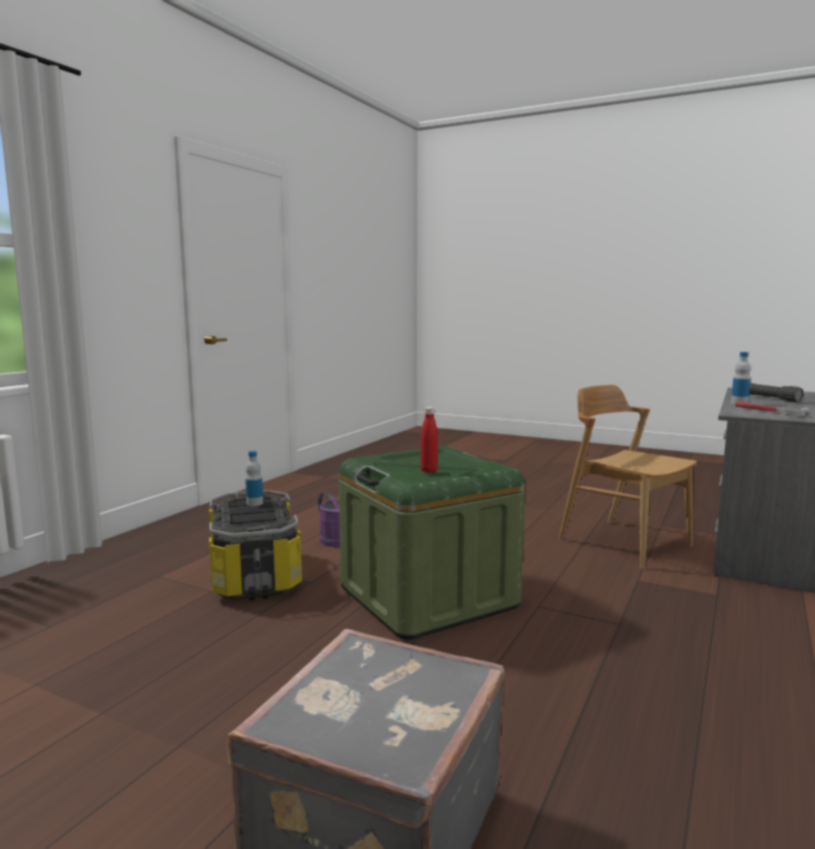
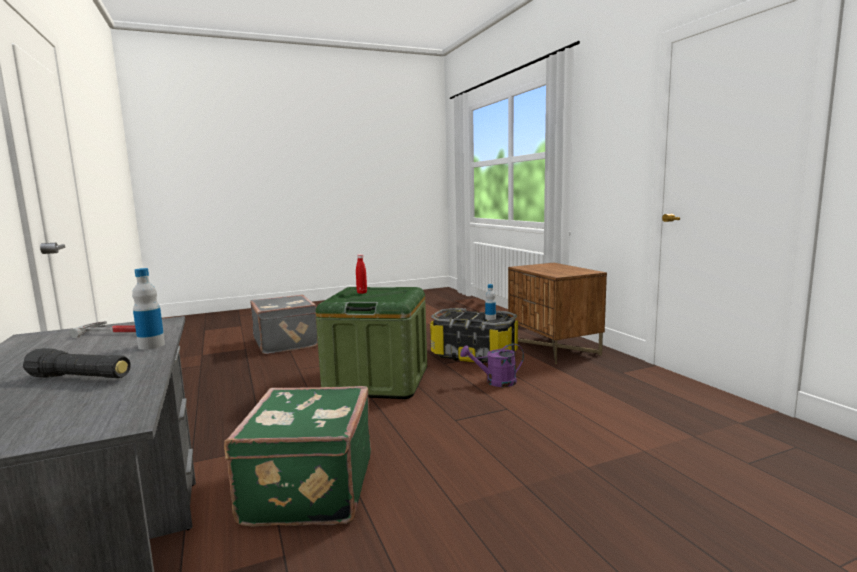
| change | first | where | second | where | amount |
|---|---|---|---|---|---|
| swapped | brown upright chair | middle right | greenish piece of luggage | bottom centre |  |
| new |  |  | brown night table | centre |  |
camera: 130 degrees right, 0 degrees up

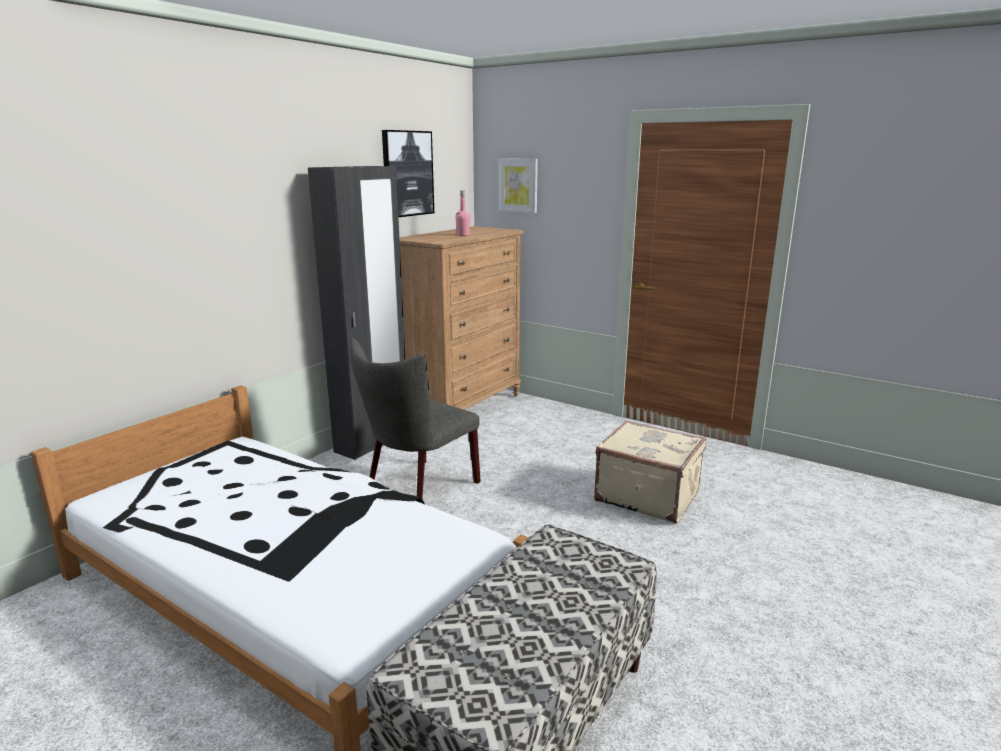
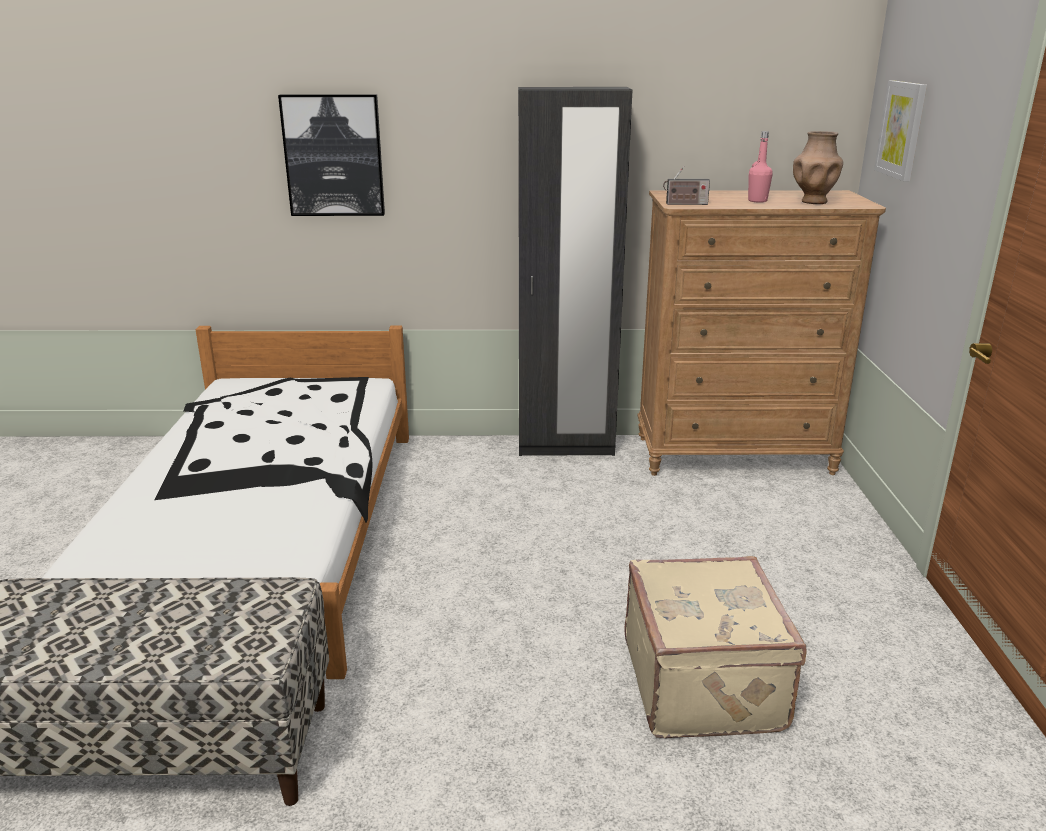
| change | first | where | second | where | amount |
|---|---|---|---|---|---|
| shifted | wall art (no. 1 from left) | top centre |  | top left |  |
| gone | gray upright chair | centre |  |  |  |
| new |  |  | brown decorative vase | top right |  |
| new |  |  | radio receiver | top centre |  |
camera: 55 degrees right, 5 degrees up

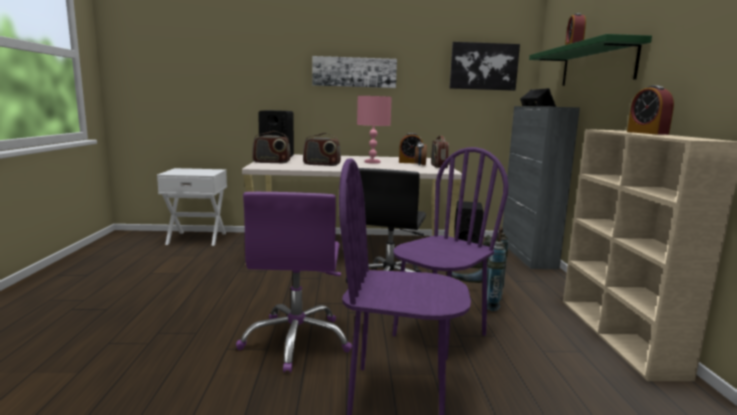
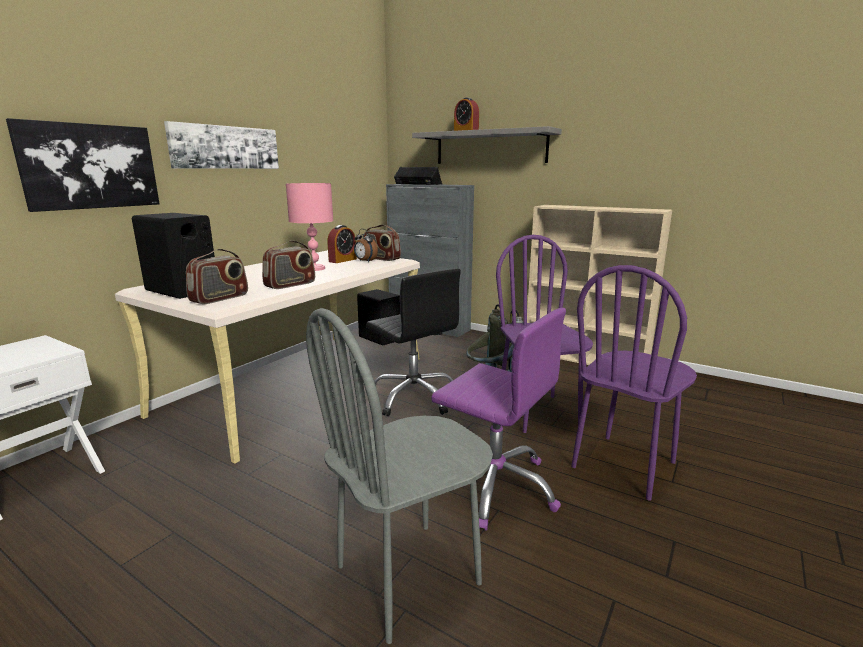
| change | first | where | second | where | amount |
|---|---|---|---|---|---|
| repainted | greenish wall shelf | top right | gray wall shelf | top centre |  |
| shifted | wall art (no. 2 from left in the first image) | top centre | wall art (no. 1 from left) | top left |  |
| gone | alarm clock (no. 4 from left) | top right |  |  |  |
| new |  |  | gray upright chair | bottom centre |  |
camera: 55 degrees left, 5 degrees up

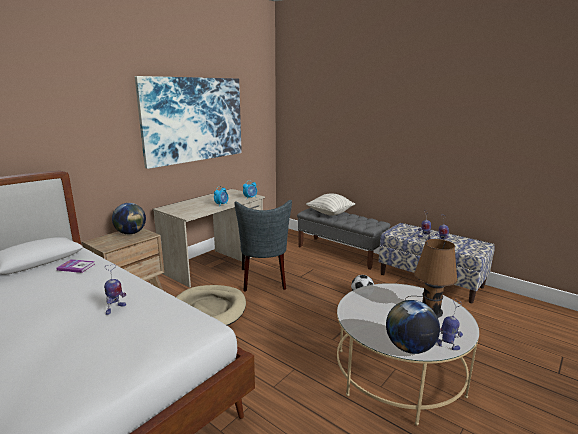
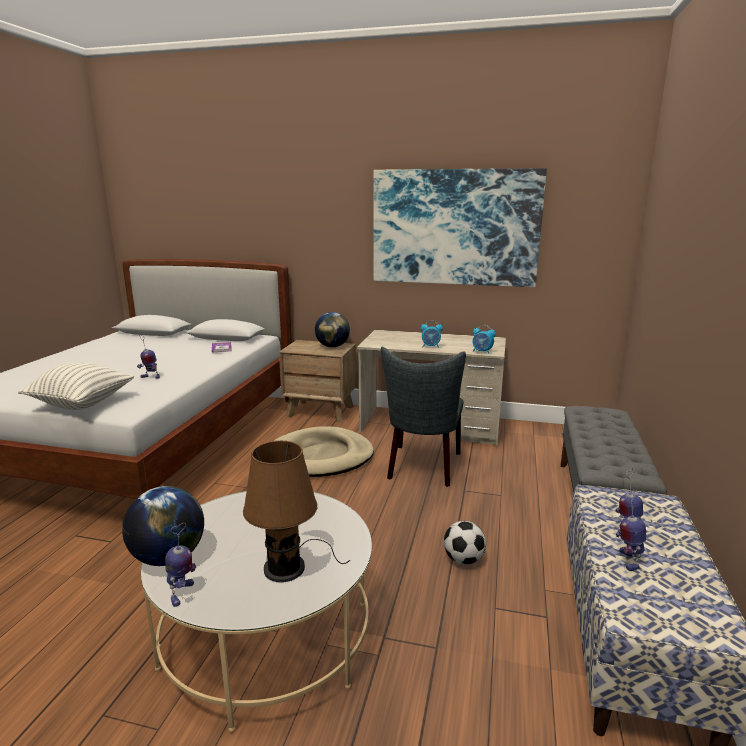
| change | first | where | second | where | amount |
|---|---|---|---|---|---|
| shifted | throw pillow | centre |  | middle left |  |
| rotated | gray upright chair | centre |  | centre | 45 degrees counterclockwise |
camera: 65 degrees right, 0 degrees up

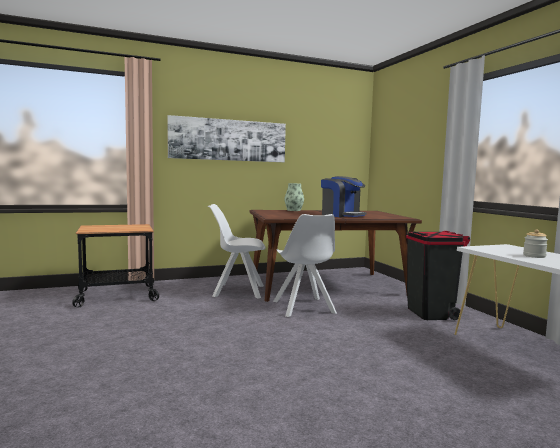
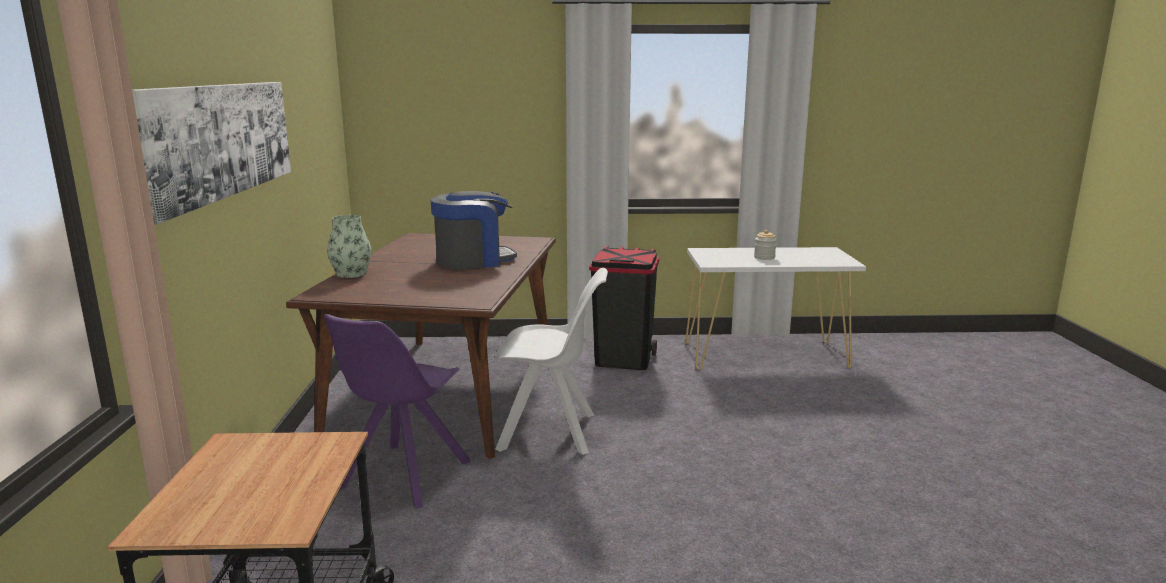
| change | first | where | second | where | amount |
|---|---|---|---|---|---|
| repainted | white upright chair (no. 1 from left) | centre | purplish upright chair | bottom centre |  |
camera: 70 degrees left, 10 degrees up

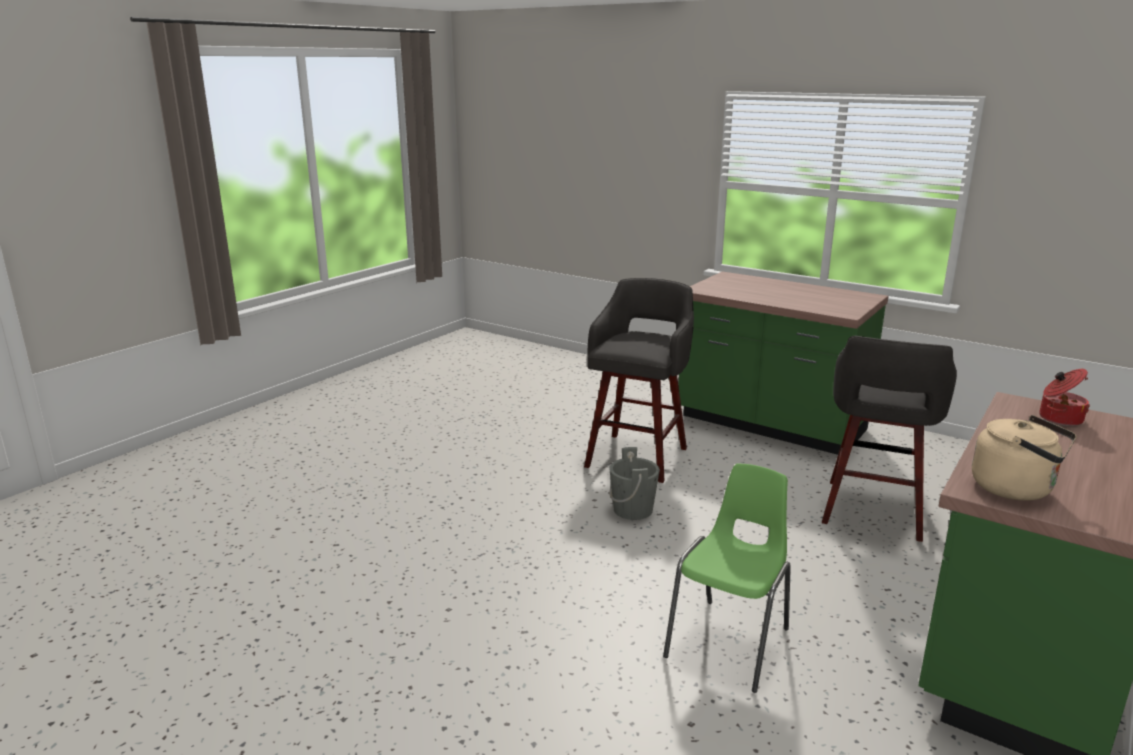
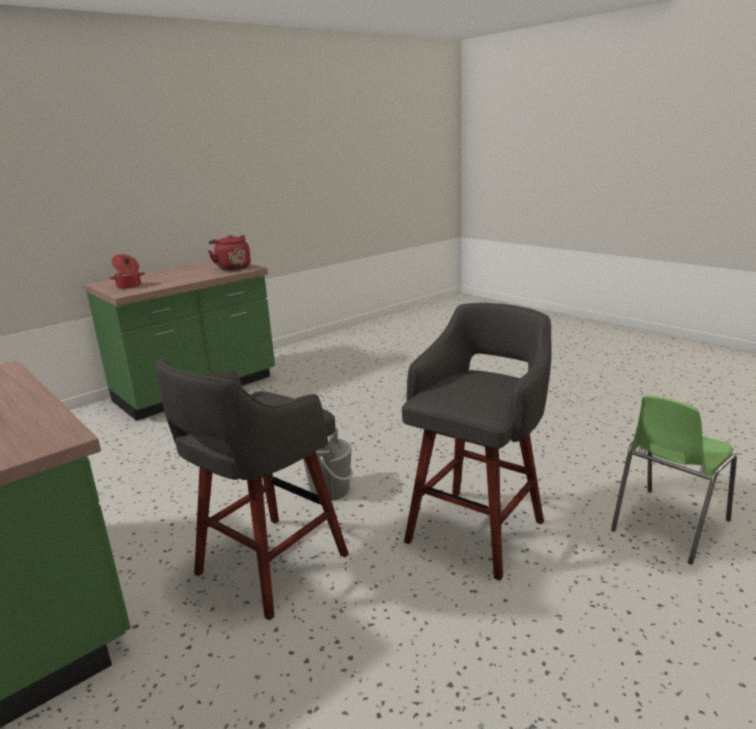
| change | first | where | second | where | amount |
|---|---|---|---|---|---|
| shifted | gray sitting stool (no. 2 from left) | middle right |  | centre |  |
| repainted | beige tea kettle | middle right | red-coloured tea kettle | middle left |  |
| shifted | greenish upright chair | bottom centre |  | middle right |  |
camera: 165 degrees left, 0 degrees up

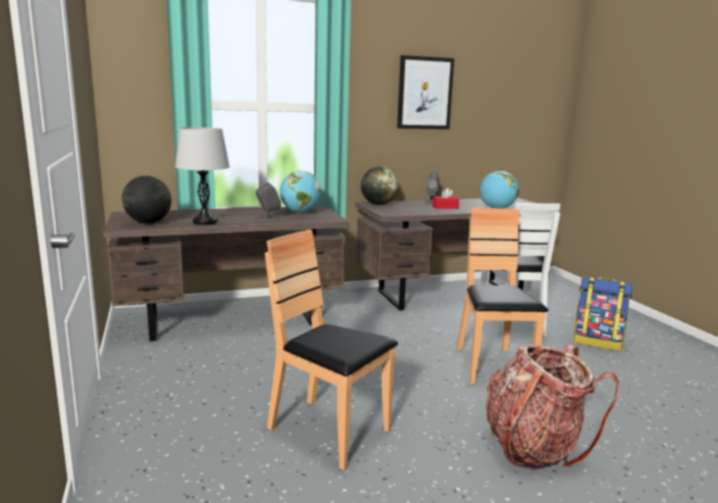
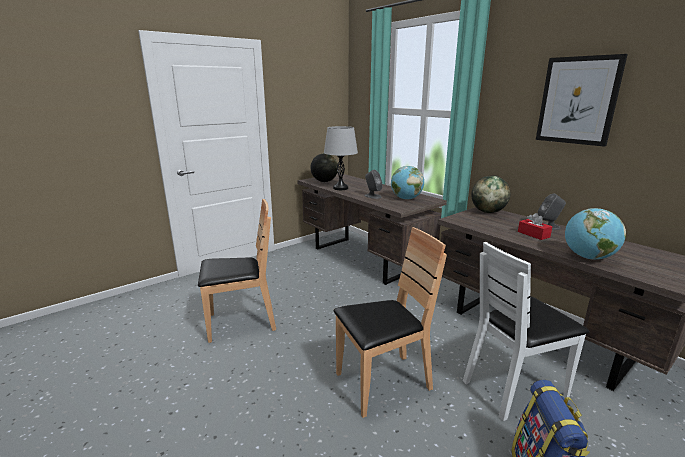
| change | first | where | second | where | amount |
|---|---|---|---|---|---|
| rotated | brown upright chair (no. 1 from left) | bottom centre |  | centre | 60 degrees clockwise |
| gone | rucksack (no. 1 from left) | bottom right |  |  |  |
camera: 70 degrees right, 5 degrees up

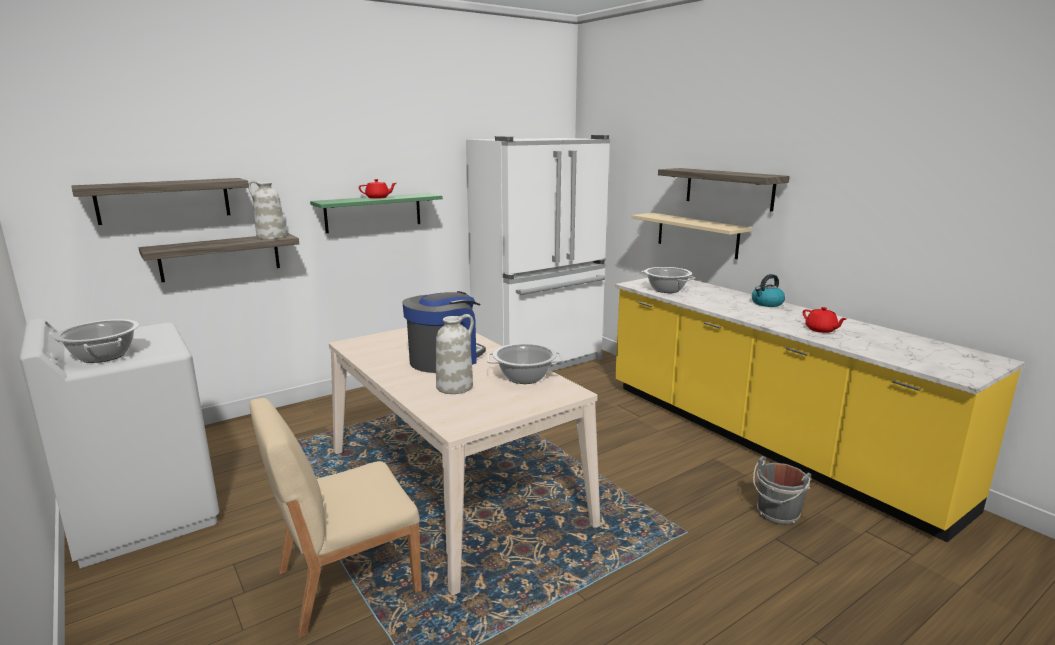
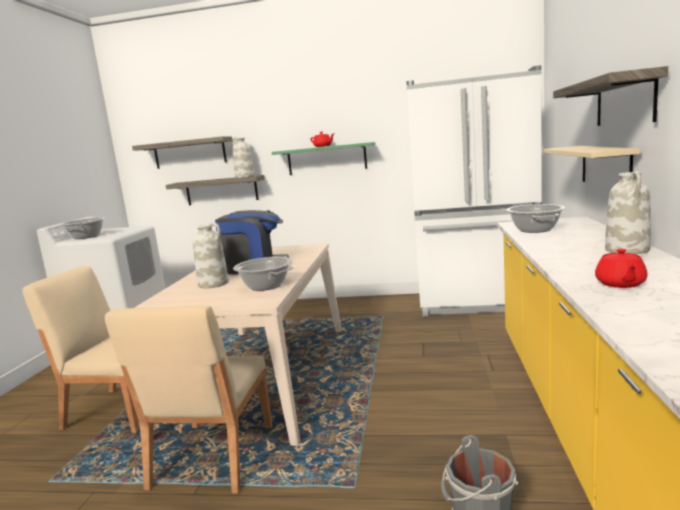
| change | first | where | second | where | amount |
|---|---|---|---|---|---|
| swapped | tea kettle | middle right | white decorative vase (no. 3 from left) | middle right |  |
| new |  |  | beige upright chair (no. 2 from left) | bottom left |  |
camera: 45 degrees right, 5 degrees down

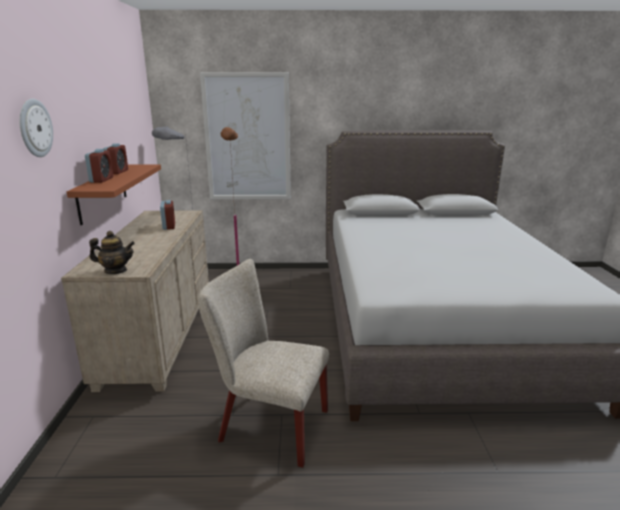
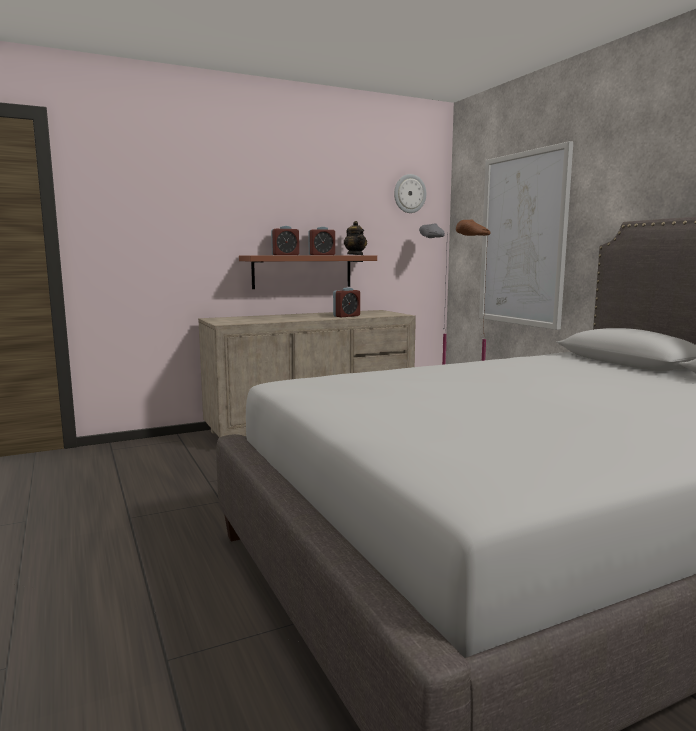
| change | first | where | second | where | amount |
|---|---|---|---|---|---|
| shifted | hanging clock | top left |  | top centre |  |
| shifted | tea pot | middle left |  | top centre |  |
| gone | beige upright chair | bottom centre |  |  |  |
camera: 65 degrees right, 10 degrees down

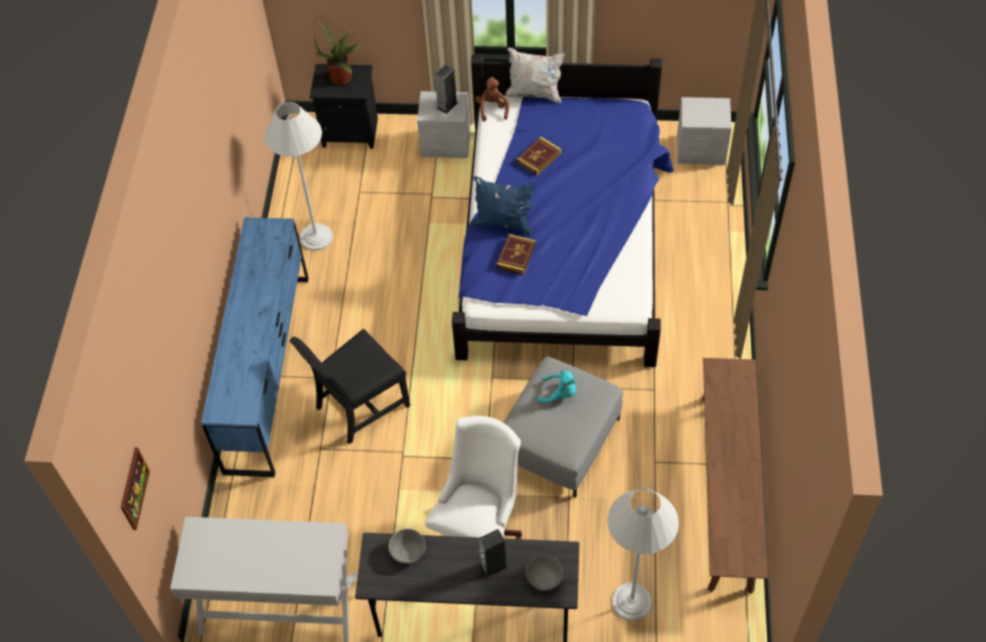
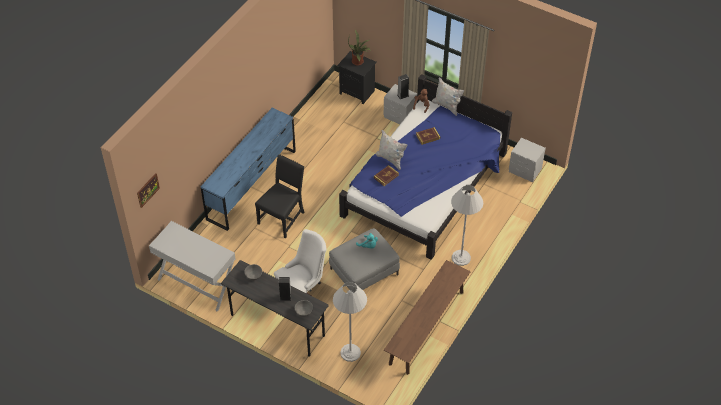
| change | first | where | second | where | amount |
|---|---|---|---|---|---|
| shifted | white standard lamp (no. 1 from left in the first image) | top left | white standard lamp (no. 2 from left) | centre |  |
| repainted | blue throw pillow | top centre | white throw pillow (no. 1 from left) | centre |  |
| rotated | blackish upright chair | centre |  | centre | 135 degrees clockwise |
camera: 25 degrees right, 5 degrees down

